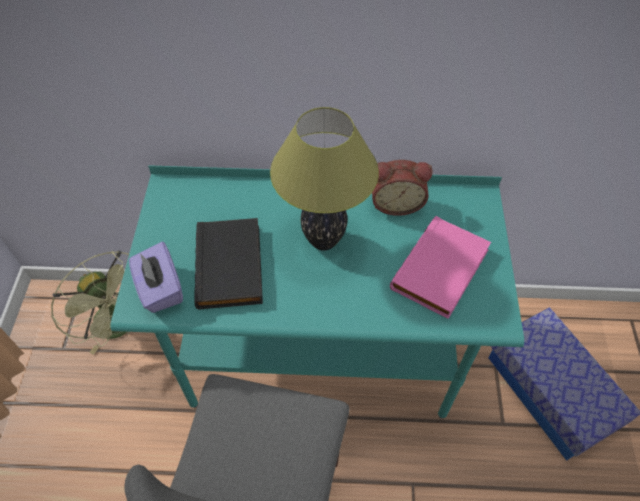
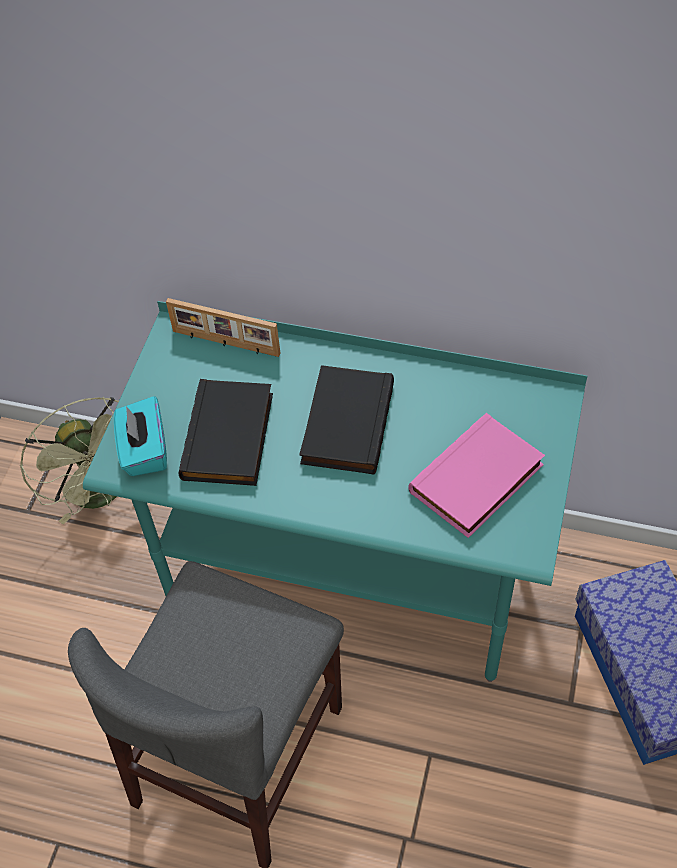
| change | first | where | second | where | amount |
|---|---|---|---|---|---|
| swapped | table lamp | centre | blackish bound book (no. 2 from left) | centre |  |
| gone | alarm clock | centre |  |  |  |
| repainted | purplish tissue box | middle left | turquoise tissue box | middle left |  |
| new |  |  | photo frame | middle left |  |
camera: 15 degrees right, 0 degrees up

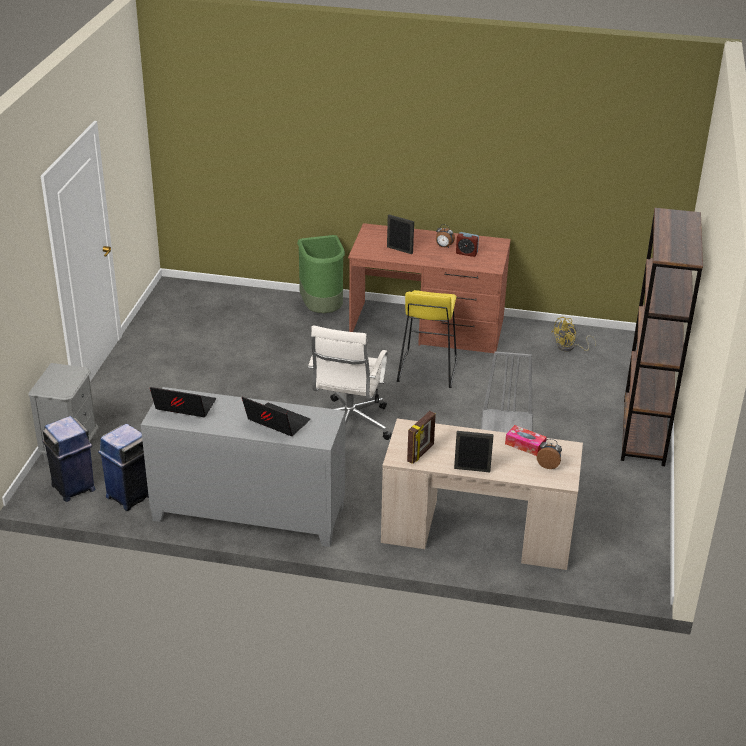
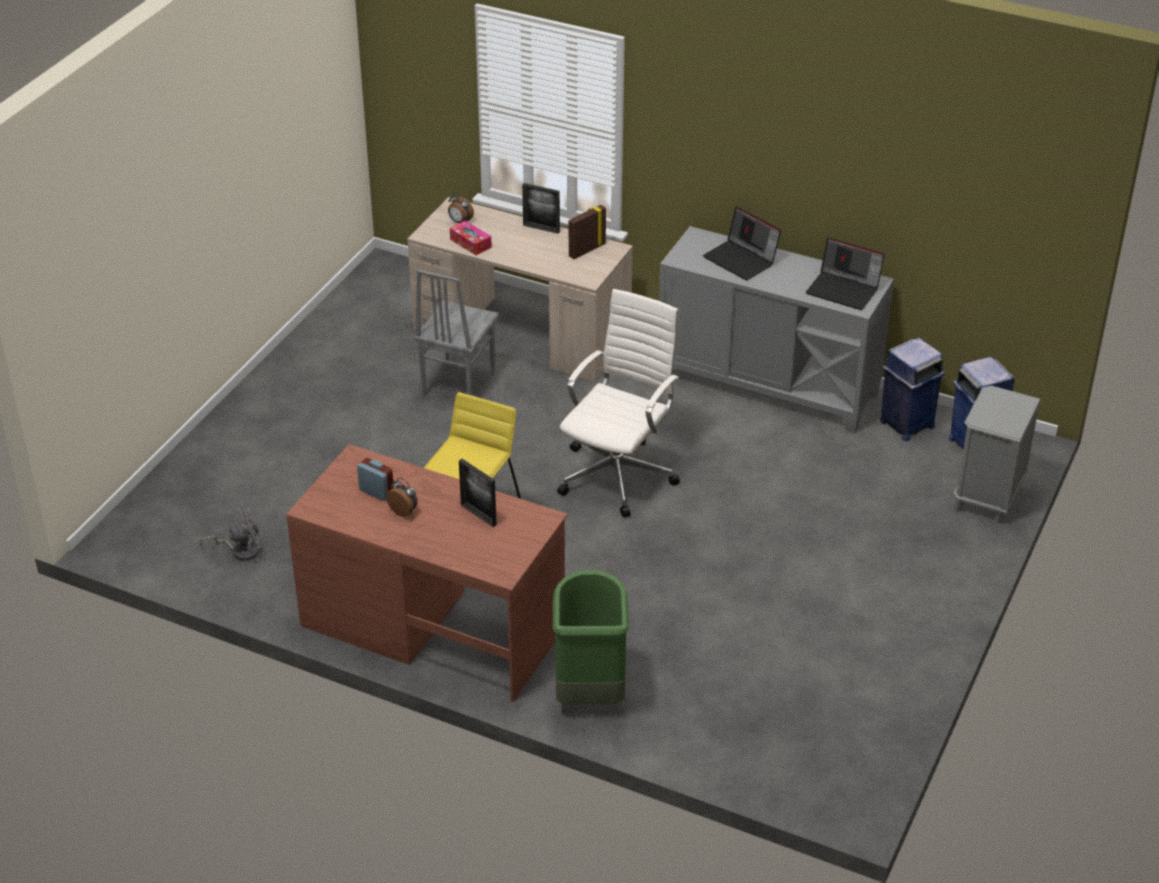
| change | first | where | second | where | amount |
|---|---|---|---|---|---|
| gone | brown bookcase | middle right |  |  |  |
| repainted | yellow fan | middle right | gray fan | middle left |  |
camera: 165 degrees left, 5 degrees up

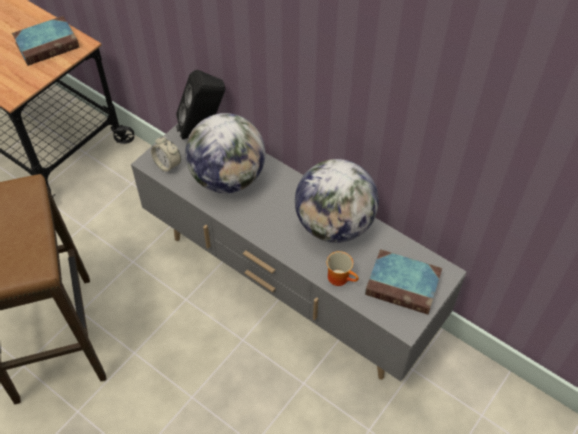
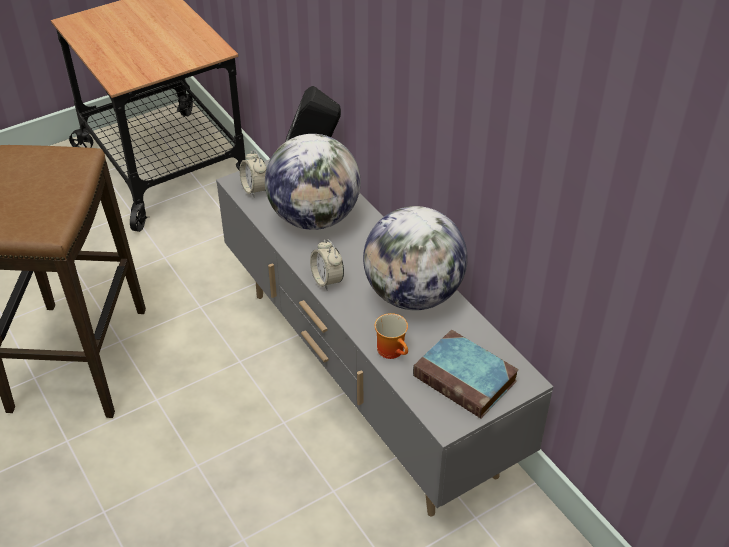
| change | first | where | second | where | amount |
|---|---|---|---|---|---|
| gone | bound book (no. 1 from left) | top left |  |  |  |
| new |  |  | alarm clock (no. 2 from left) | centre |  |
camera: 20 degrees right, 10 degrees down

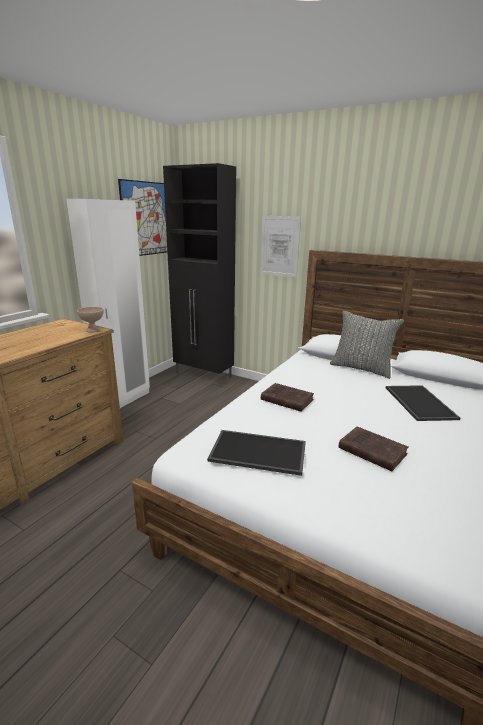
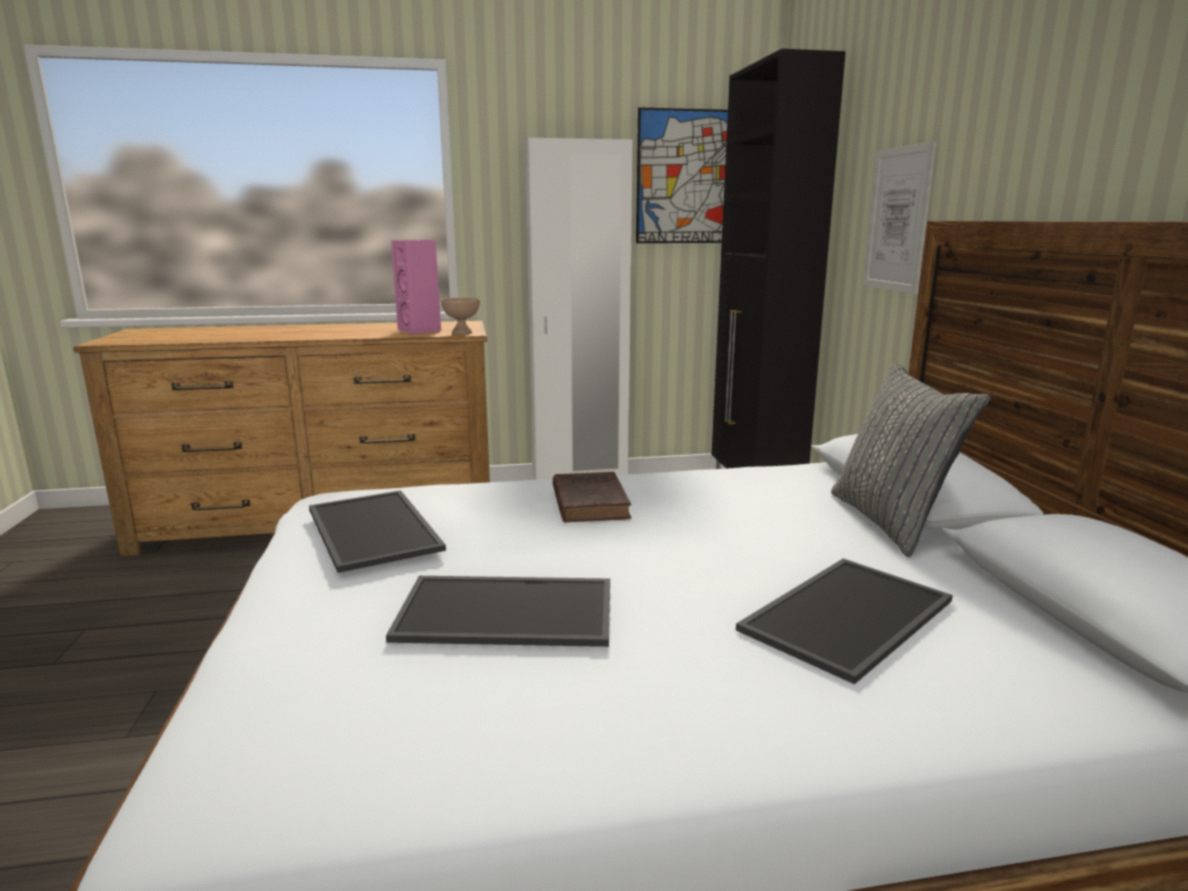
| change | first | where | second | where | amount |
|---|---|---|---|---|---|
| swapped | brown bound book (no. 2 from left) | middle right | tray (no. 2 from left) | bottom centre |  |
| new |  |  | pink-coloured audio speaker | top centre |  |
camera: 50 degrees right, 5 degrees down

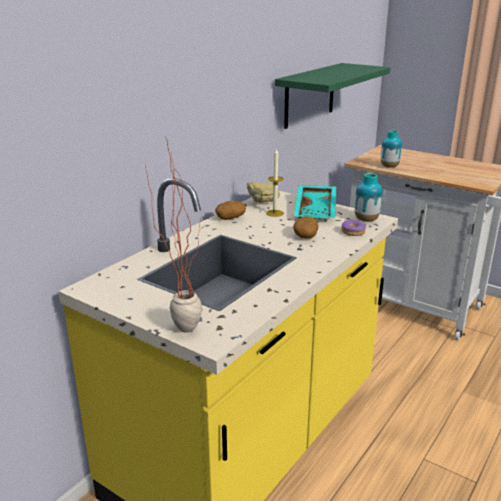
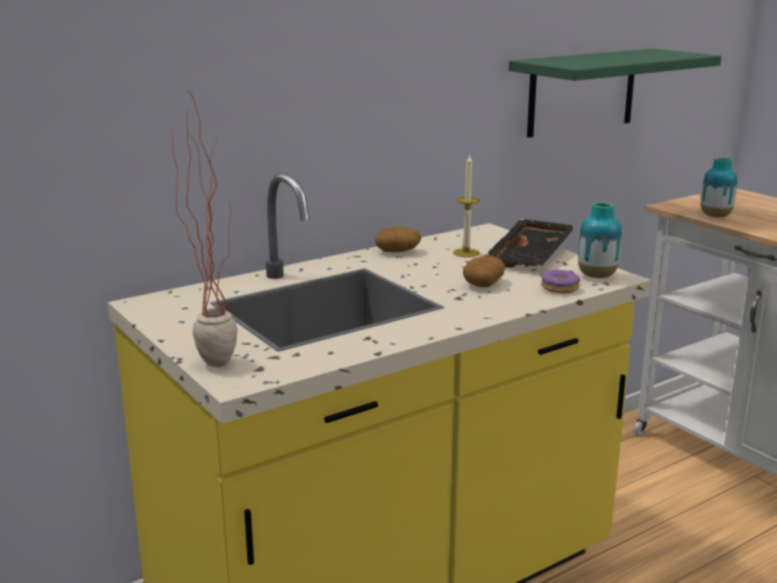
| change | first | where | second | where | amount |
|---|---|---|---|---|---|
| gone | bread | centre |  |  |  |
| repainted | turquoise tray | centre | blackish tray | middle right |  |
camera: 20 degrees right, 5 degrees down

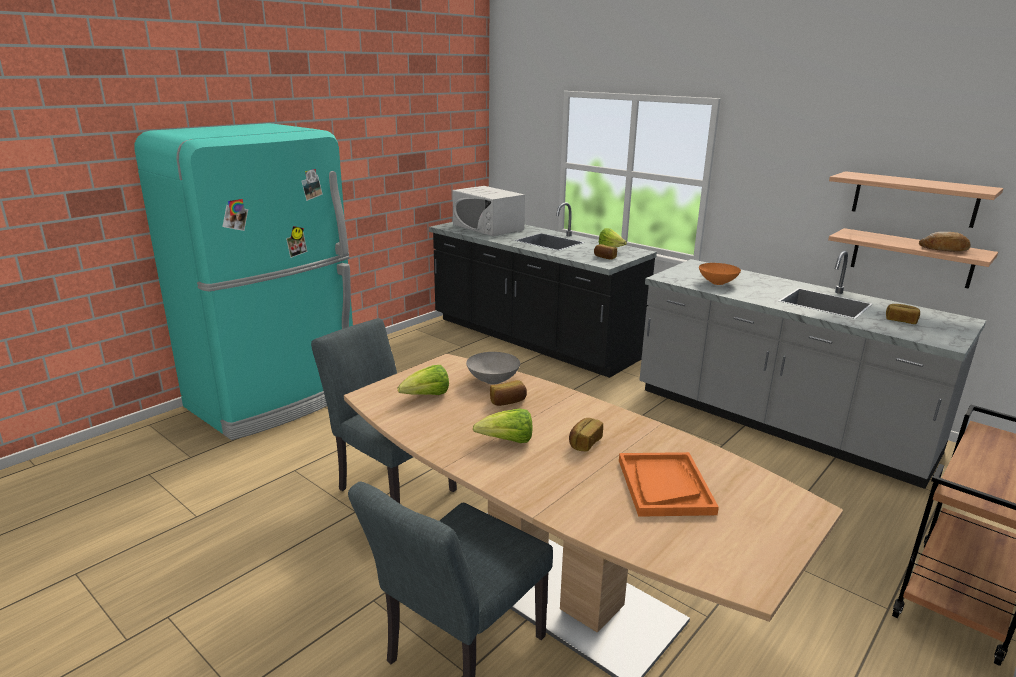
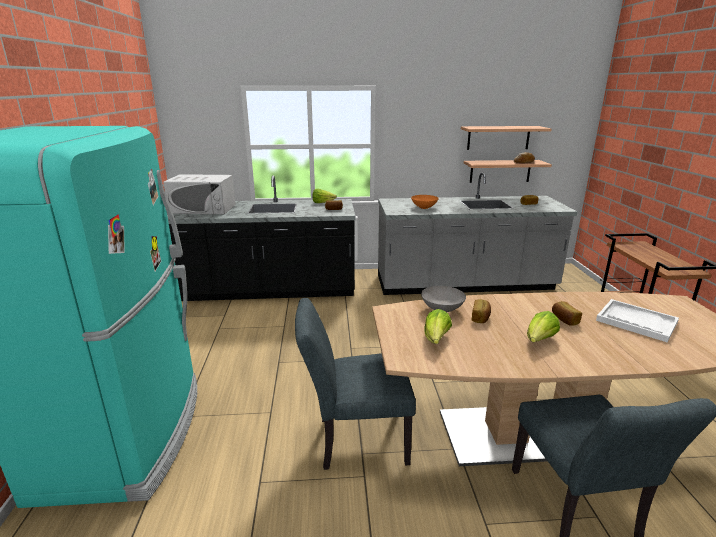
| change | first | where | second | where | amount |
|---|---|---|---|---|---|
| repainted | orange tray | bottom centre | white tray | middle right |  |
camera: 45 degrees left, 0 degrees up

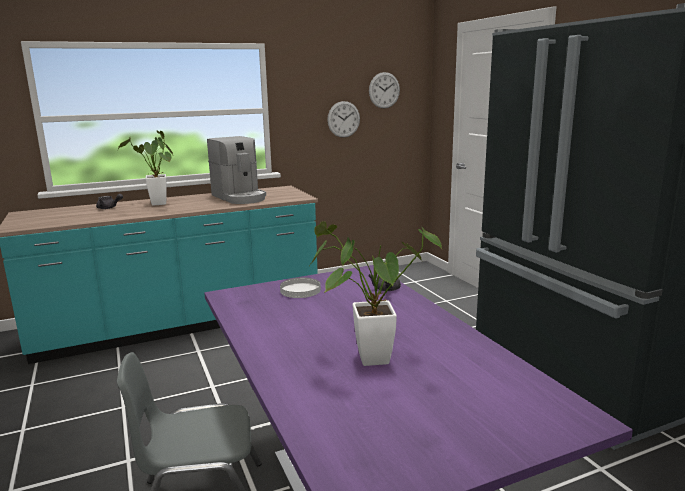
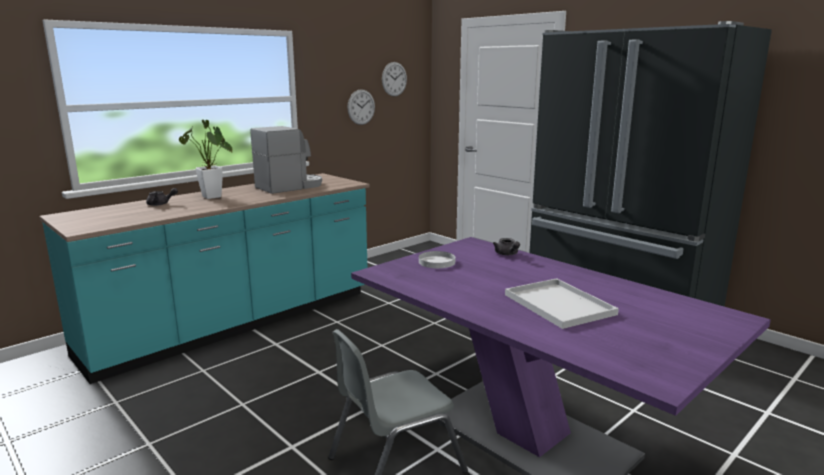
| change | first | where | second | where | amount |
|---|---|---|---|---|---|
| rotated | coffee machine | centre |  | centre | 75 degrees counterclockwise |
| swapped | potted plant (no. 2 from left) | centre | white tray | middle right |  |
camera: 20 degrees left, 0 degrees up

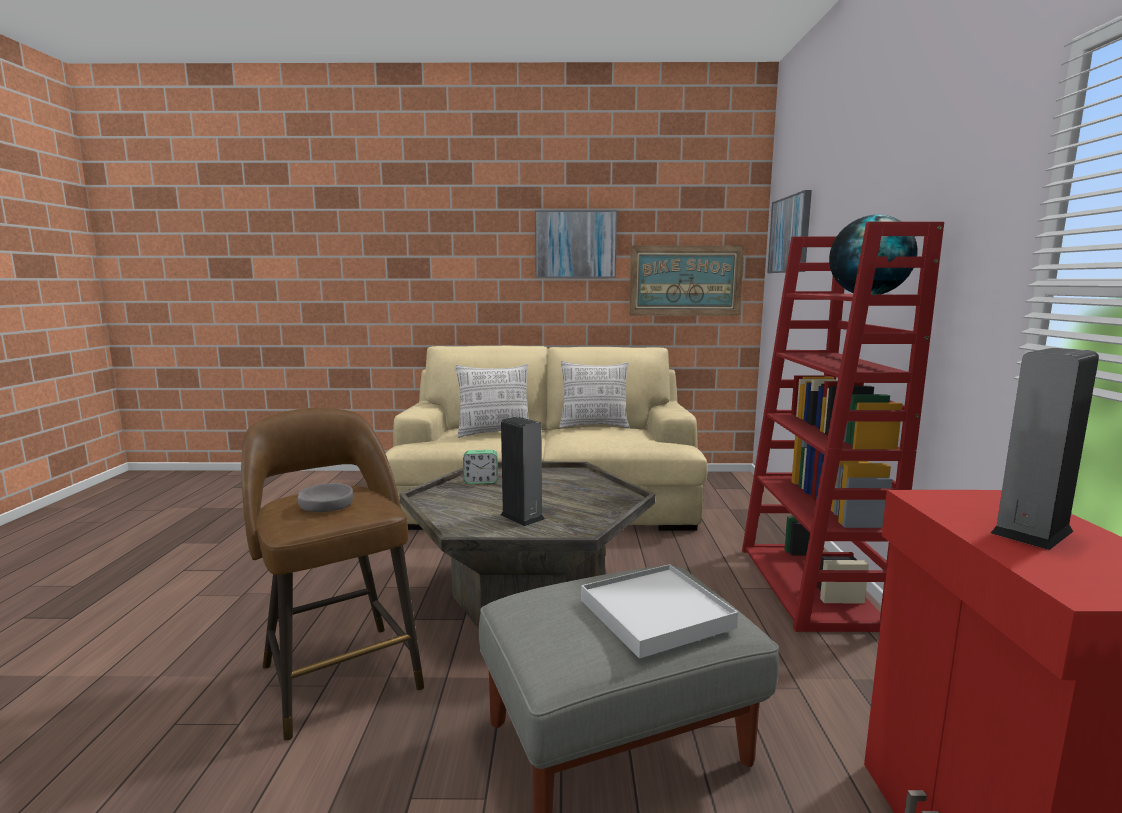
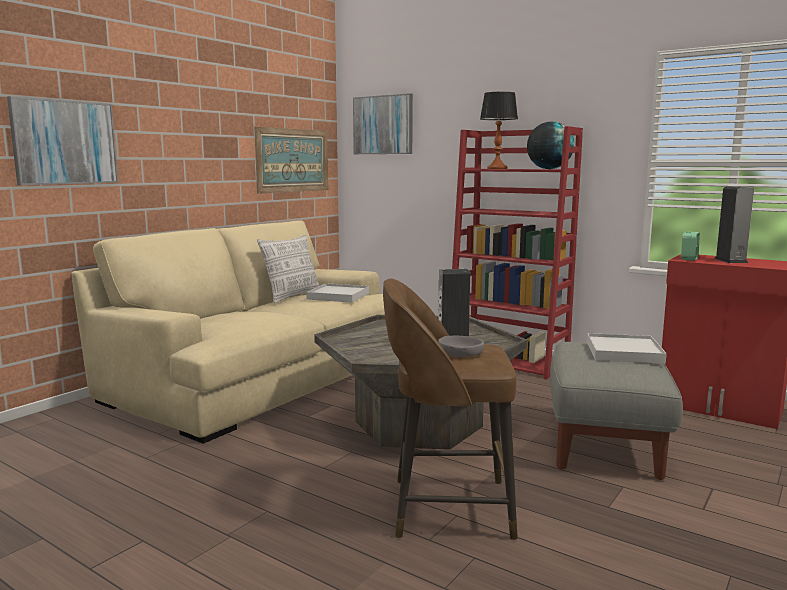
| change | first | where | second | where | amount |
|---|---|---|---|---|---|
| shifted | wall art (no. 1 from left) | top centre |  | top left |  |
| gone | throw pillow (no. 1 from left) | centre |  |  |  |
| shifted | alarm clock | centre |  | middle right |  |
| new |  |  | table lamp | top centre |  |
| new |  |  | white tray (no. 1 from left) | centre |  |
camera: 55 degrees left, 0 degrees up

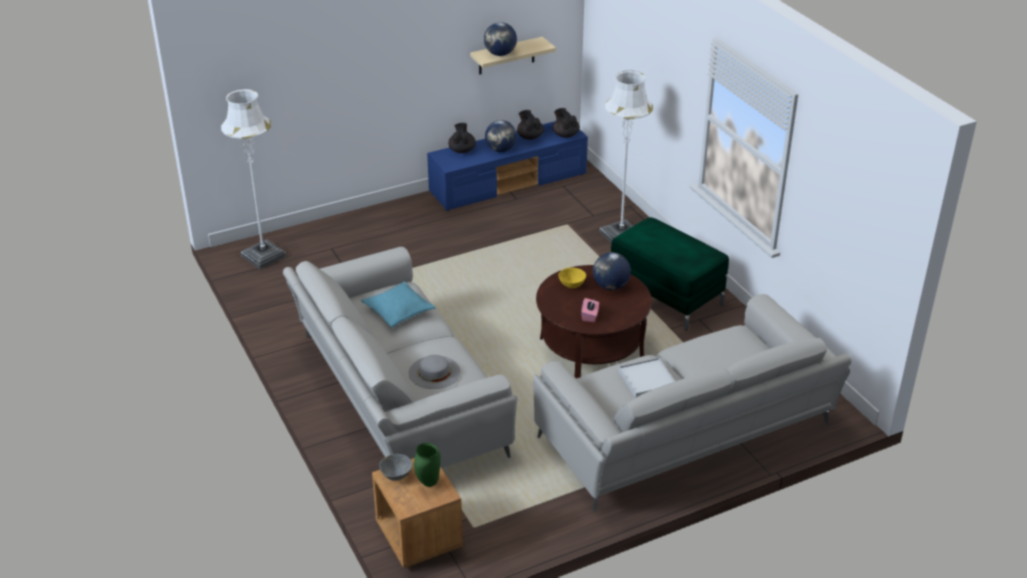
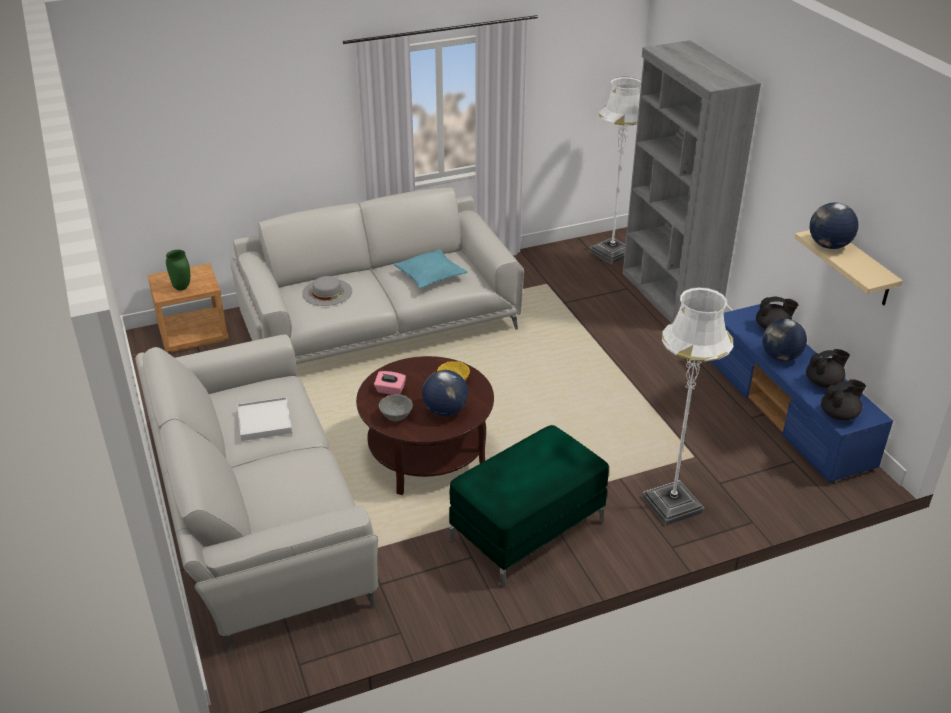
| change | first | where | second | where | amount |
|---|---|---|---|---|---|
| shifted | gray deep dish | bottom centre |  | centre |  |
| new |  |  | gray bookcase | top right |  |
camera: 95 degrees right, 0 degrees up

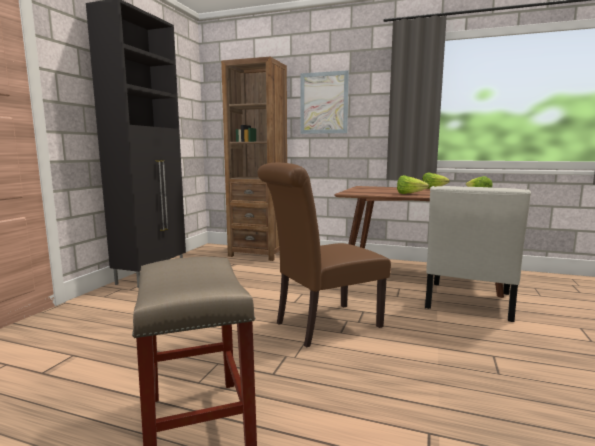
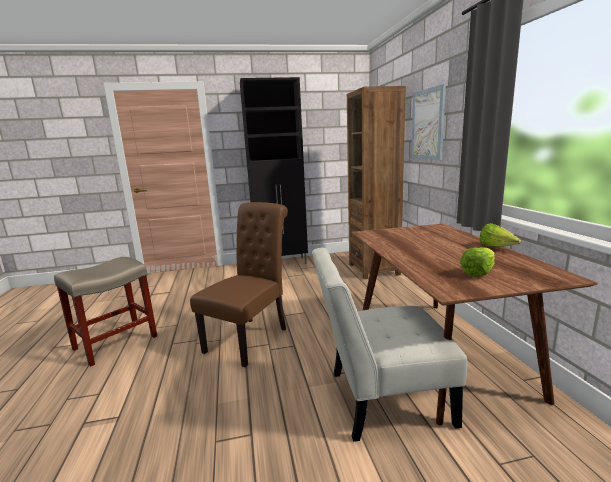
| change | first | where | second | where | amount |
|---|---|---|---|---|---|
| rotated | brown upright chair | centre |  | centre | 90 degrees clockwise |
| gone | head of lettuce (no. 1 from left) | middle right |  |  |  |
camera: 60 degrees right, 5 degrees up

